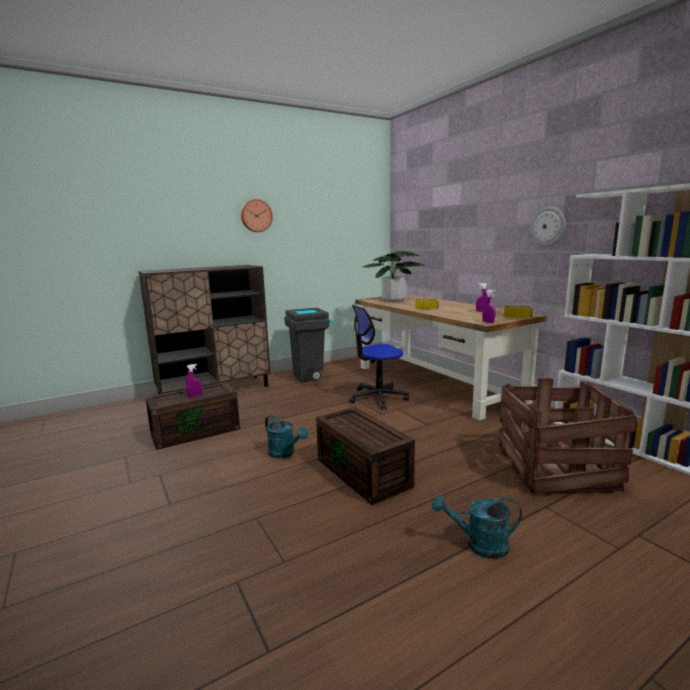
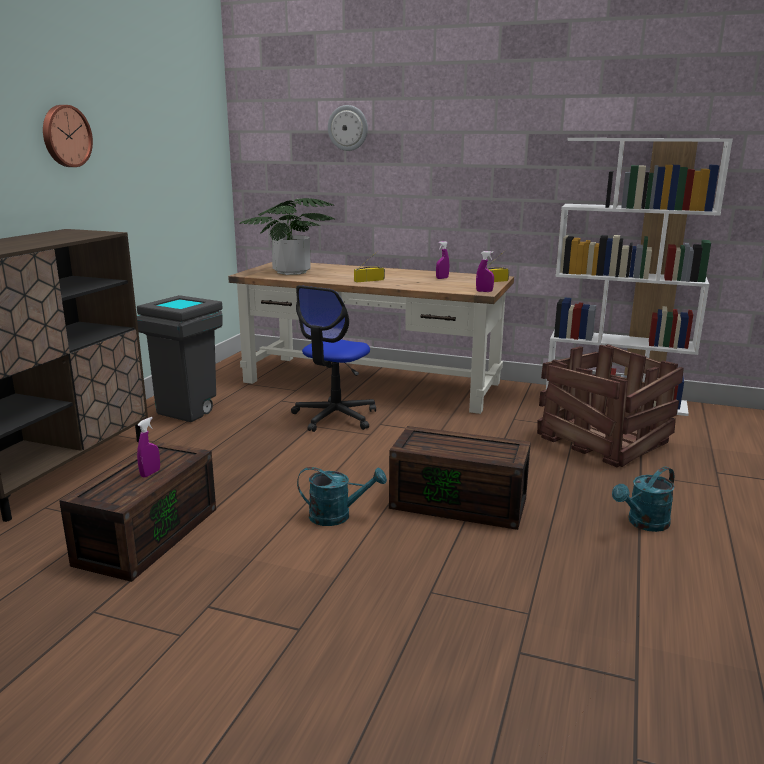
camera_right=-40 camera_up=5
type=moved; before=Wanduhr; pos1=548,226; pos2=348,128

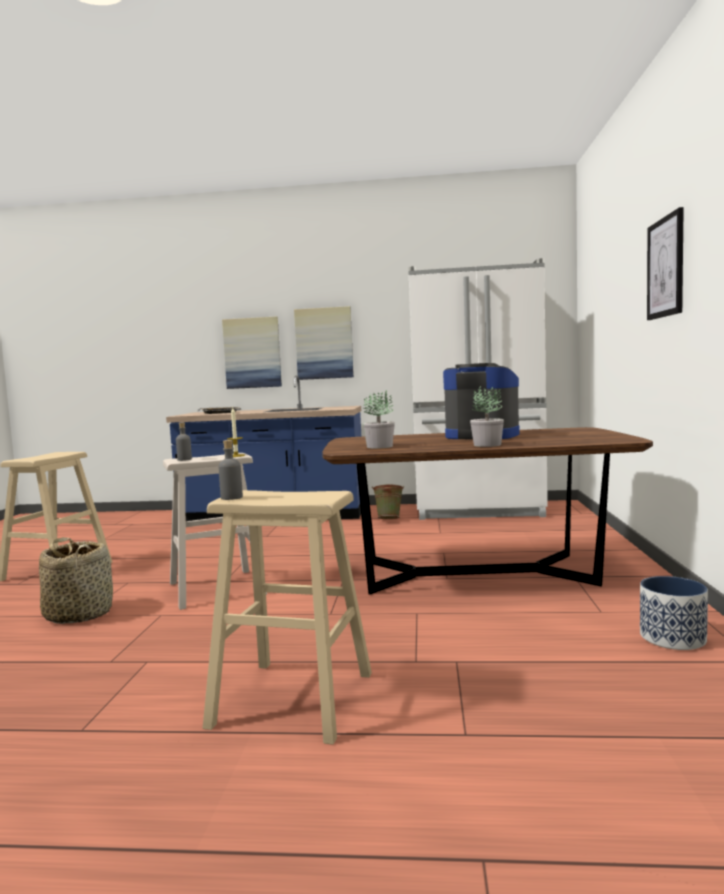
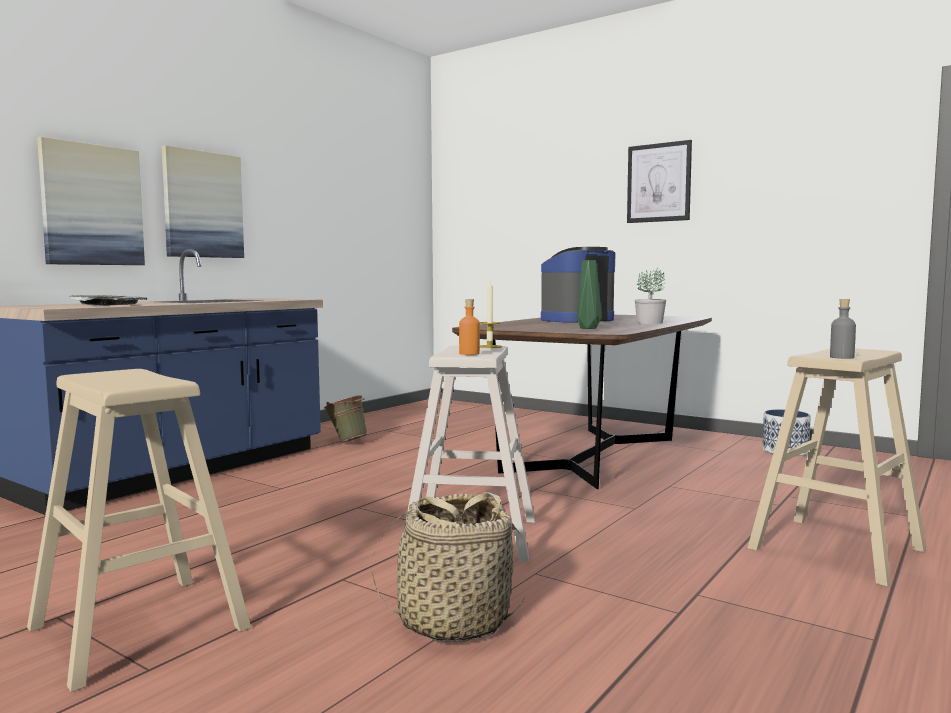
camera_right=-60 camera_up=0
type=recoloured; before=Flasche (grau); after=Flasche (orange); pos1=184,459; pos2=469,353
type=replaced; before=Topfpflanze; after=Vase (grün); pos1=380,446; pos2=589,328
type=removed; before=Kühlschrank (weiß); pos1=479,511

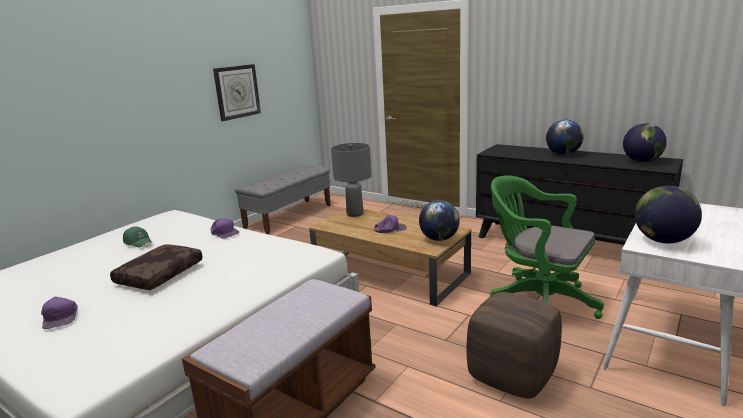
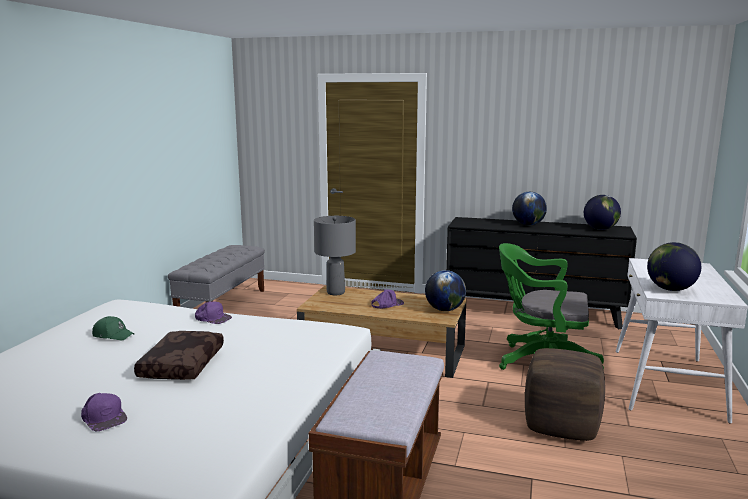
camera_right=-20 camera_up=-5
type=removed; before=Wanduhr; pos1=237,92

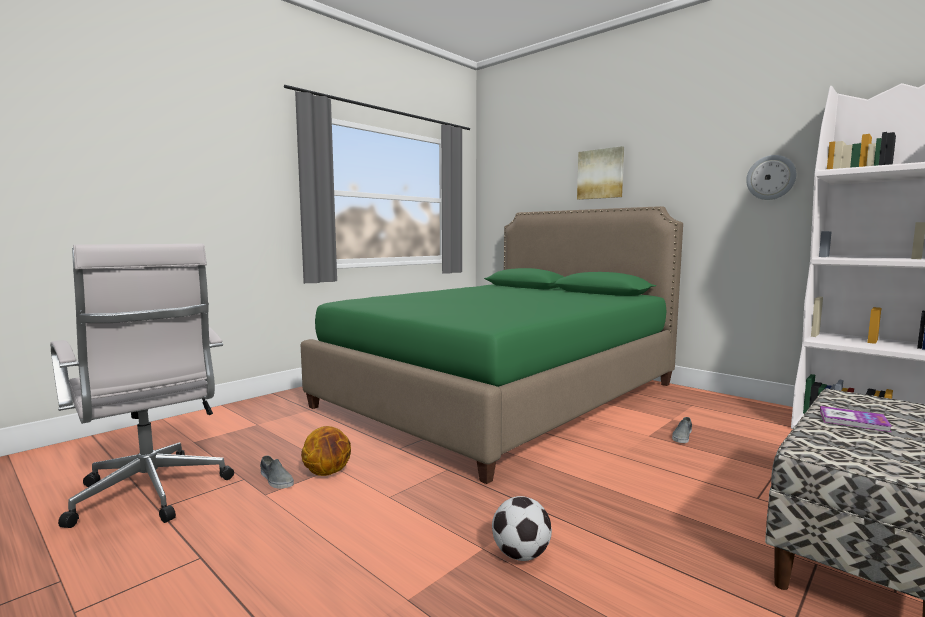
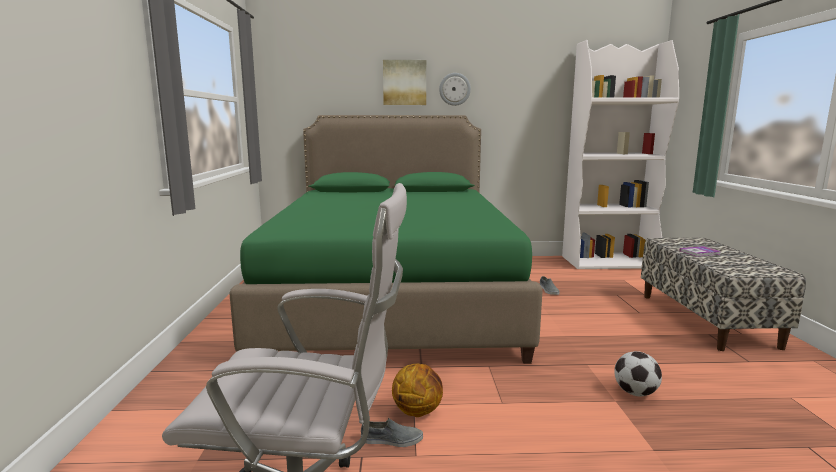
camera_right=-45 camera_up=5
type=moved; before=Wanduhr; pos1=771,177; pos2=454,89

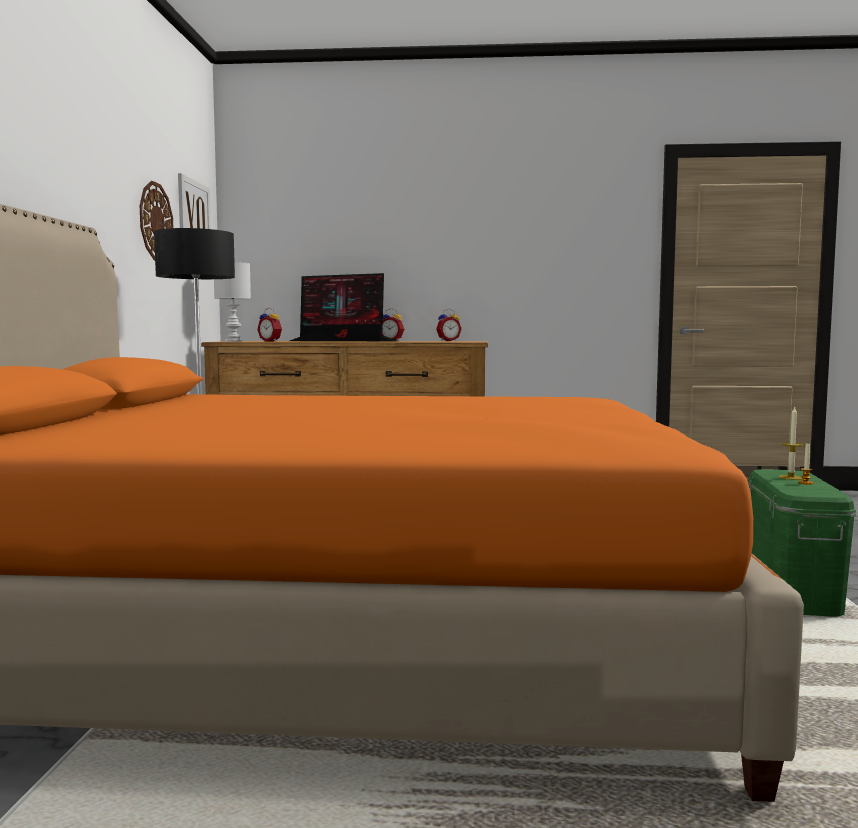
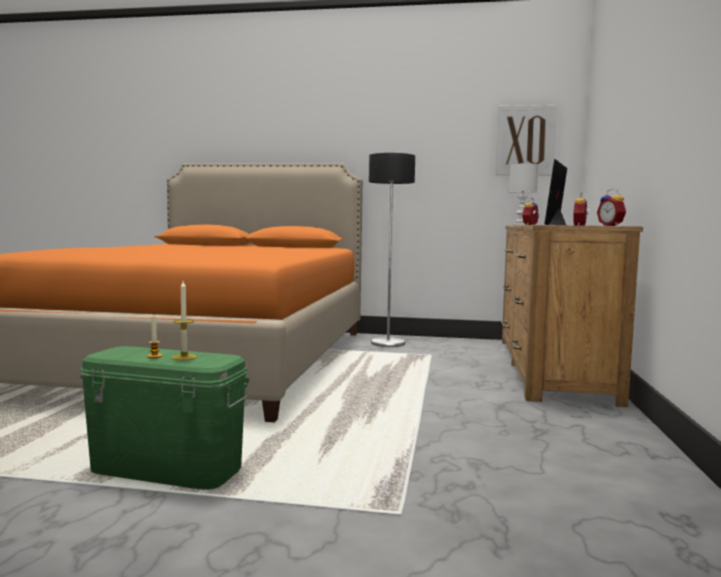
camera_right=95 camera_up=0
type=removed; before=Wanduhr; pos1=155,222

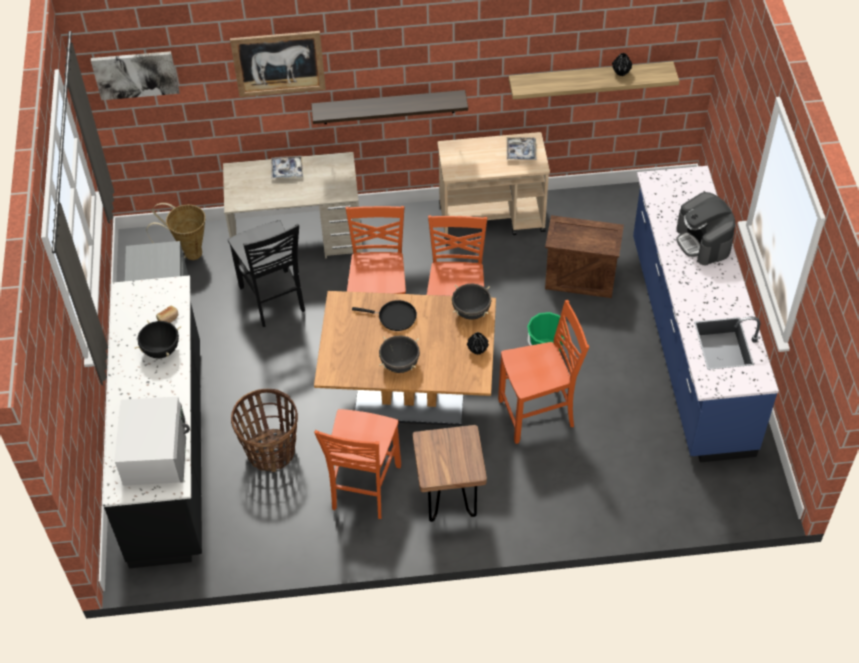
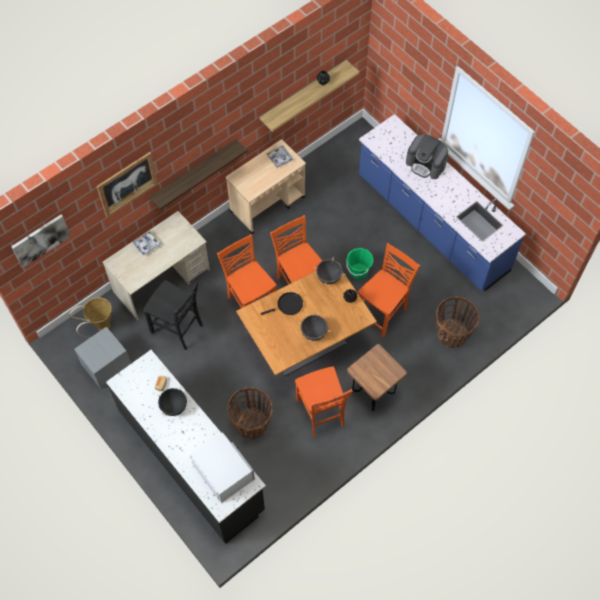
camera_right=-35 camera_up=10
type=added; after=Korb; pos2=452,334
type=removed; before=Kiste; pos1=581,277

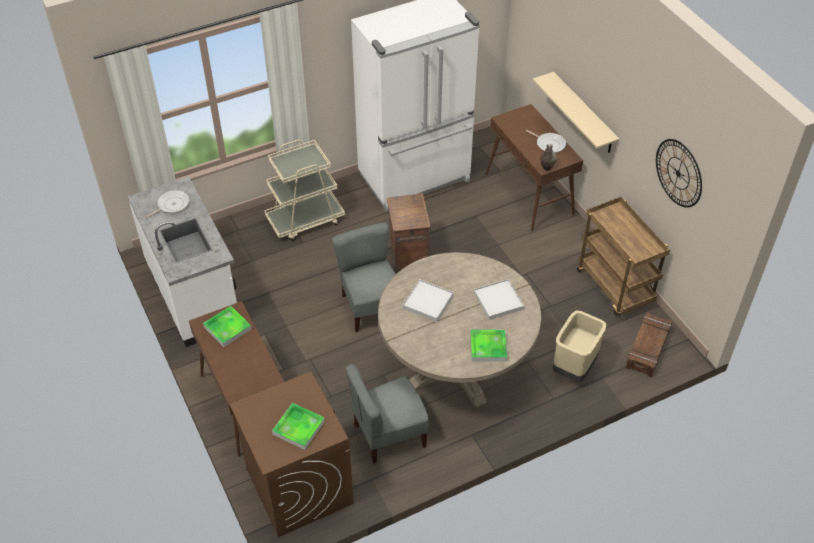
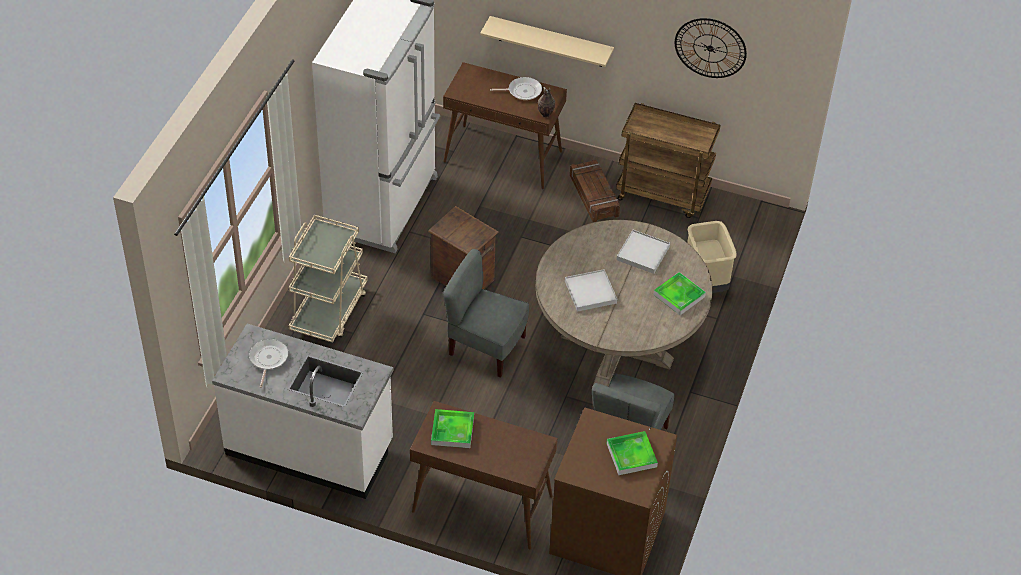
camera_right=-45 camera_up=0
type=moved; before=Kiste; pos1=647,348; pos2=593,196

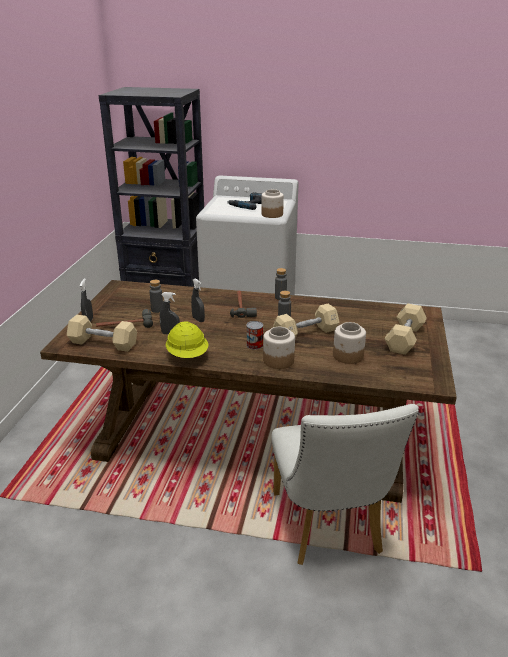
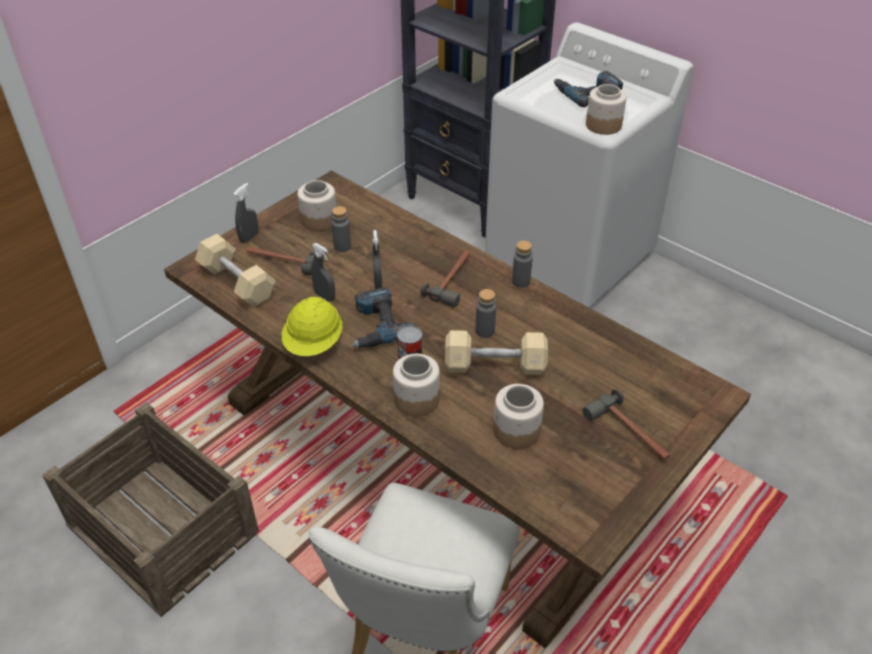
camera_right=30 camera_up=15
type=added; after=Kiste; pos2=163,527
type=added; after=Vorratsglas; pos2=319,220
type=added; after=Bohrmaschine; pos2=376,325
type=replaced; before=Hantel (beige); after=Hammer; pos1=404,338; pos2=629,433

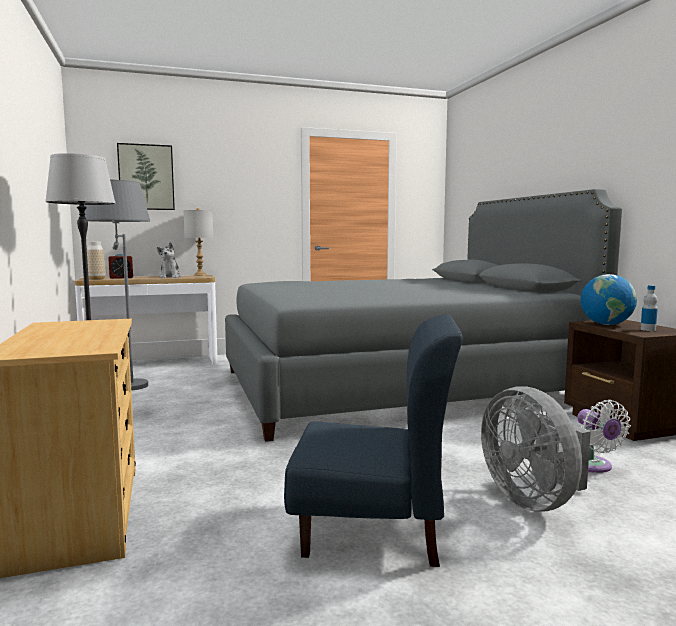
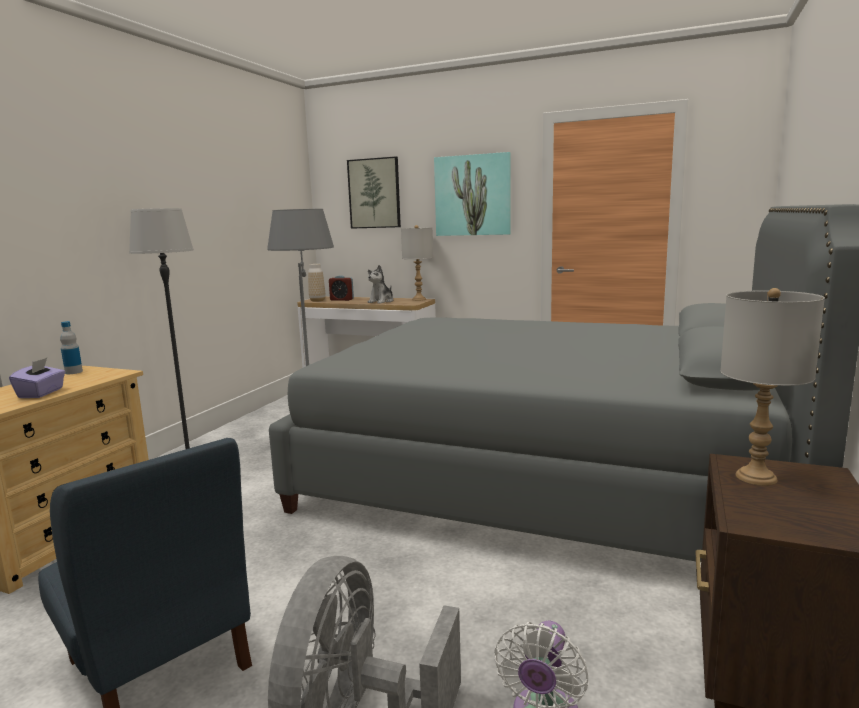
camera_right=40 camera_up=5
type=added; after=Taschentuchbox (lila); pos2=41,393
type=moved; before=Flasche; pos1=648,329; pos2=74,372
type=added; after=Bild; pos2=472,195
type=replaced; before=Globus; after=Tischlampe (grau); pos1=606,324; pos2=756,477

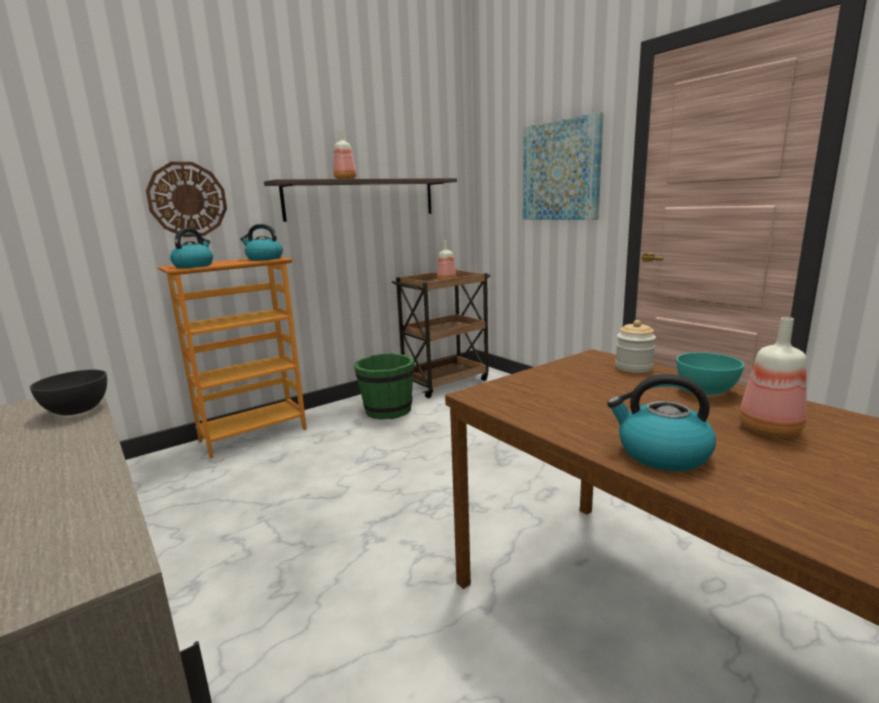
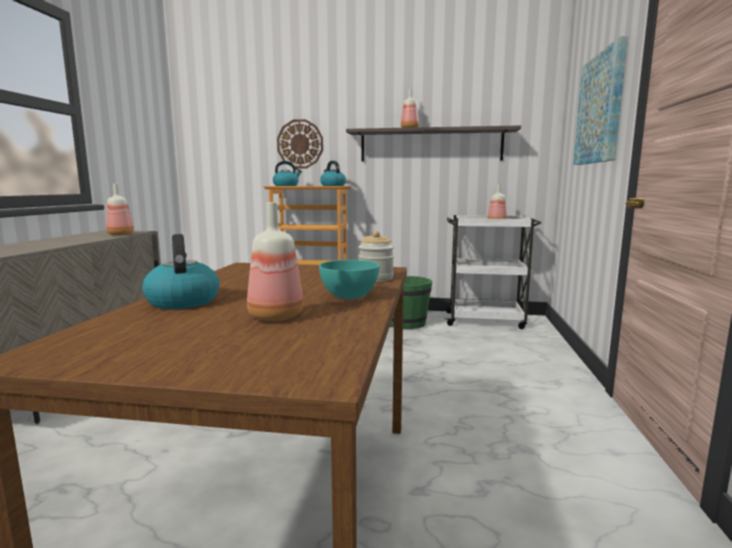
camera_right=45 camera_up=-5
type=replaced; before=Schüssel (grau); after=Flasche; pos1=78,411; pos2=121,234
type=recoloured; before=Rollwagen (braun); after=Rollwagen (weiß); pos1=445,382; pos2=486,320

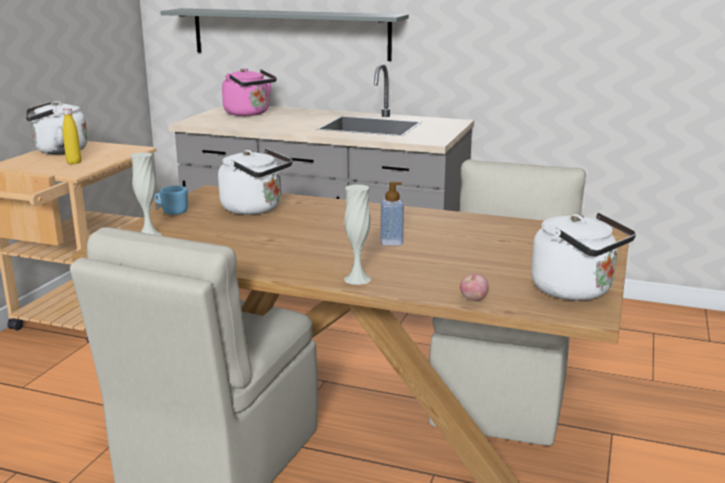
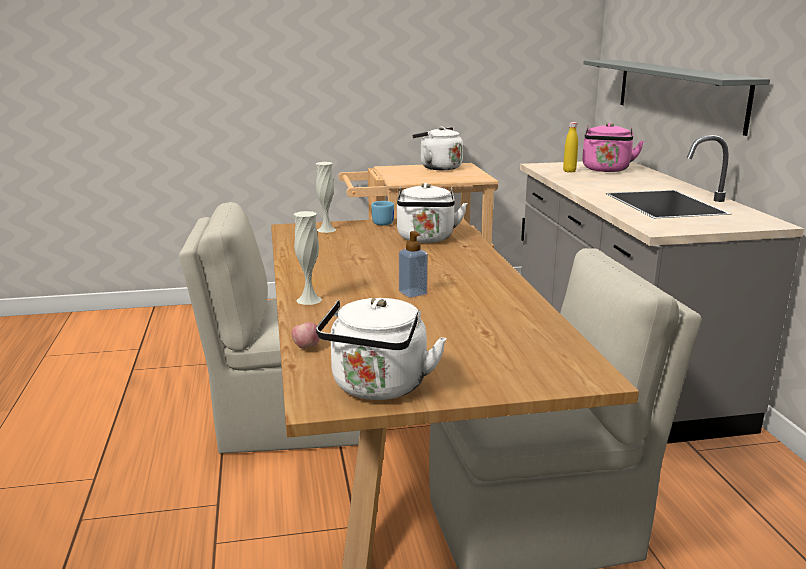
camera_right=60 camera_up=0
type=moved; before=Flasche (gelb); pos1=74,163; pos2=569,171

